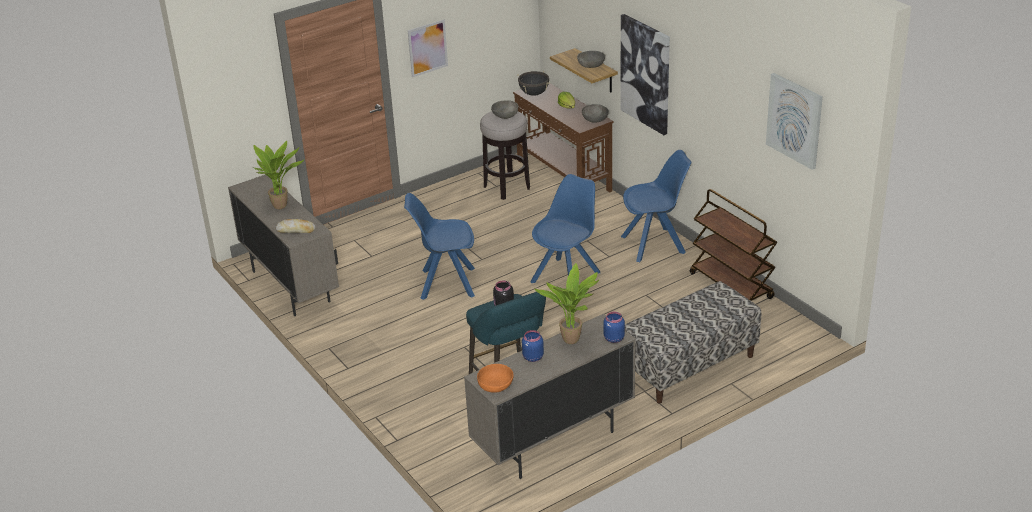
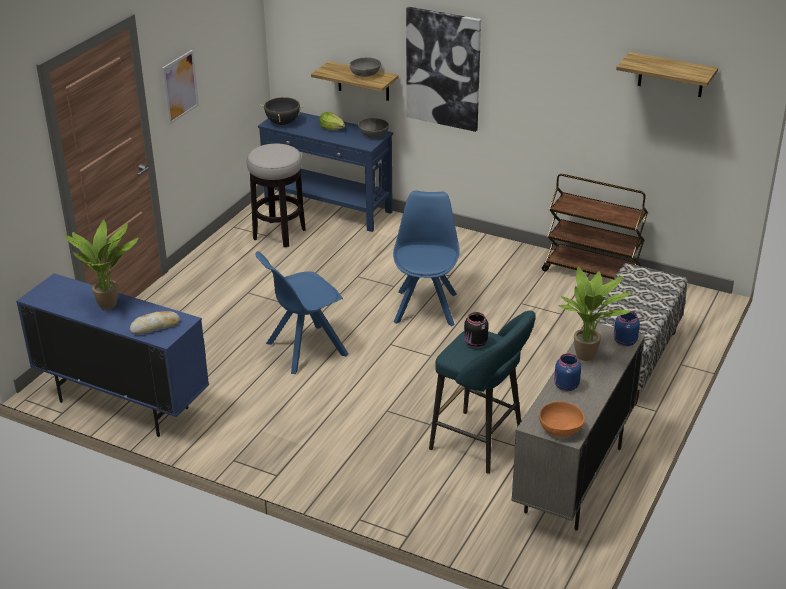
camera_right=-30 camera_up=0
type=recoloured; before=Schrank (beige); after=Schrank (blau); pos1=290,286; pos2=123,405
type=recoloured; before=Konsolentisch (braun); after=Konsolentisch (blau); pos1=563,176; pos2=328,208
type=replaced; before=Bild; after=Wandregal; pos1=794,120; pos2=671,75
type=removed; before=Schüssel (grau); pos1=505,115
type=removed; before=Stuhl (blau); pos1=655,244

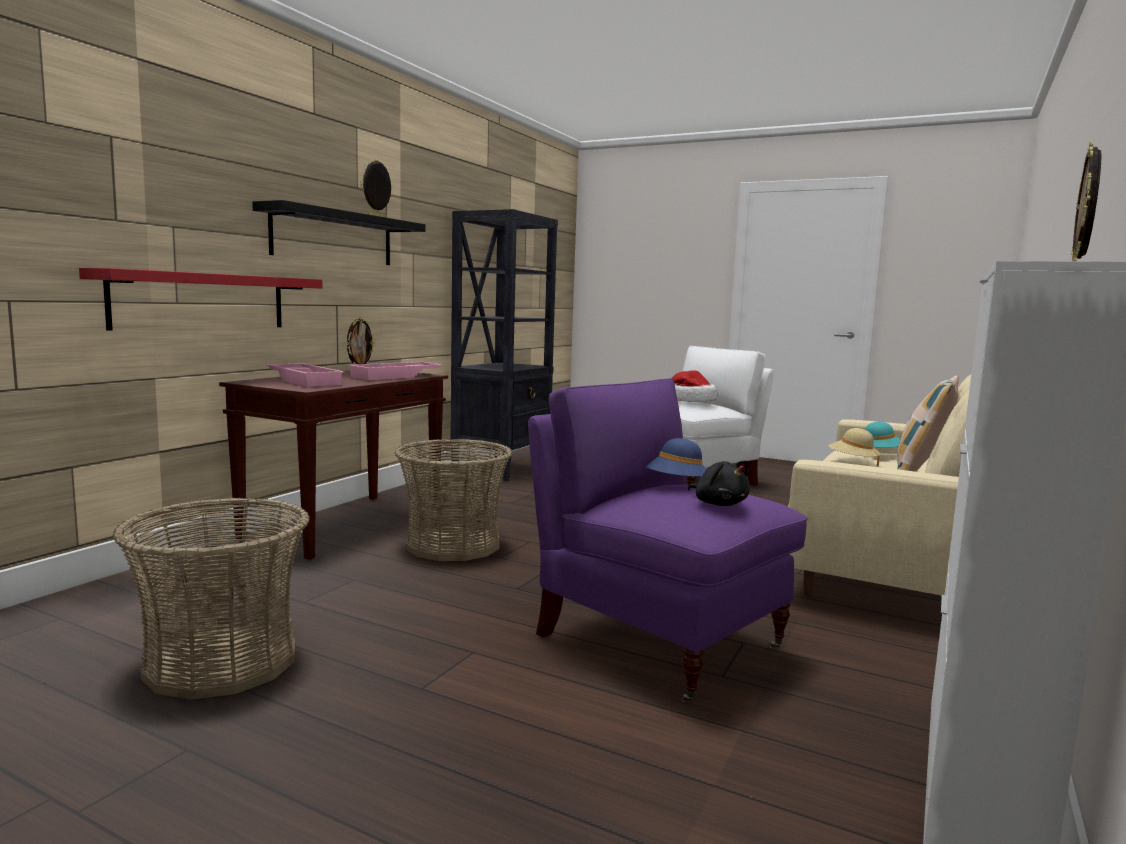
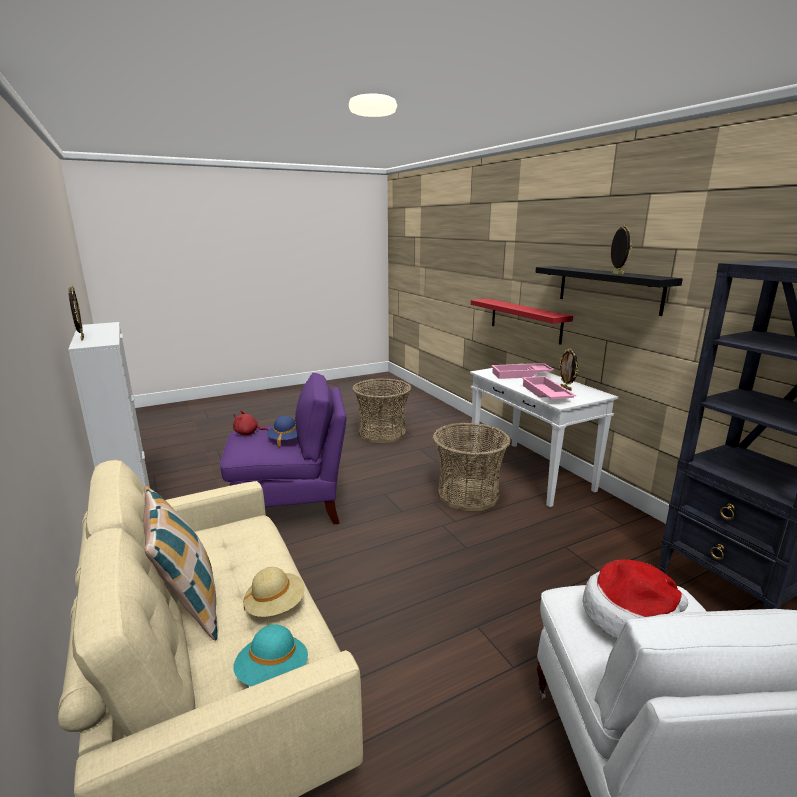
camera_right=125 camera_up=10
type=recoloured; before=Plüschtier (schwarz); after=Plüschtier (rot); pos1=719,504; pos2=248,433
type=recoloured; before=Konsolentisch (braun); after=Konsolentisch (weiß); pos1=346,525; pos2=531,473

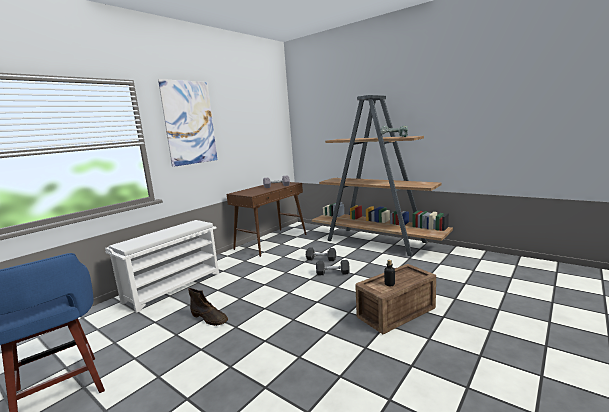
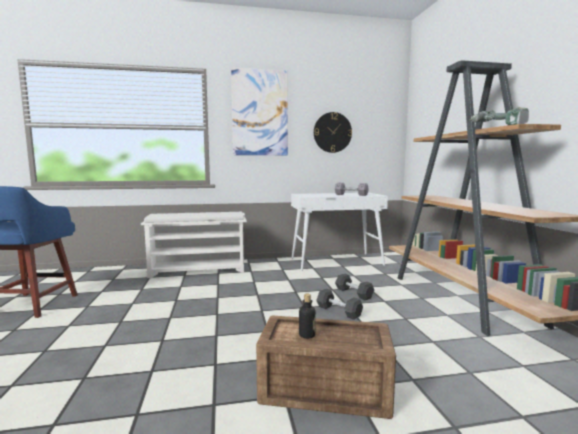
camera_right=40 camera_up=-5
type=recoloured; before=Konsolentisch (braun); after=Konsolentisch (weiß); pos1=271,242; pos2=336,261
type=added; after=Wanduhr; pos2=332,132
type=removed; before=Stiefel (braun); pos1=209,318

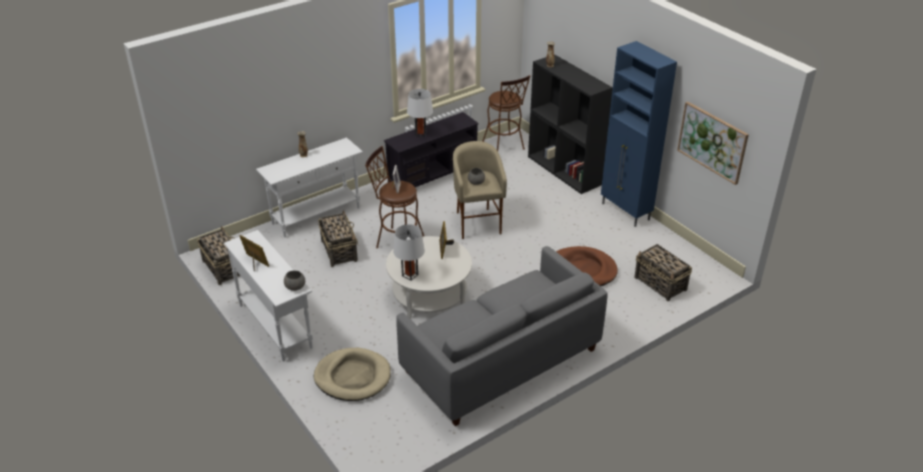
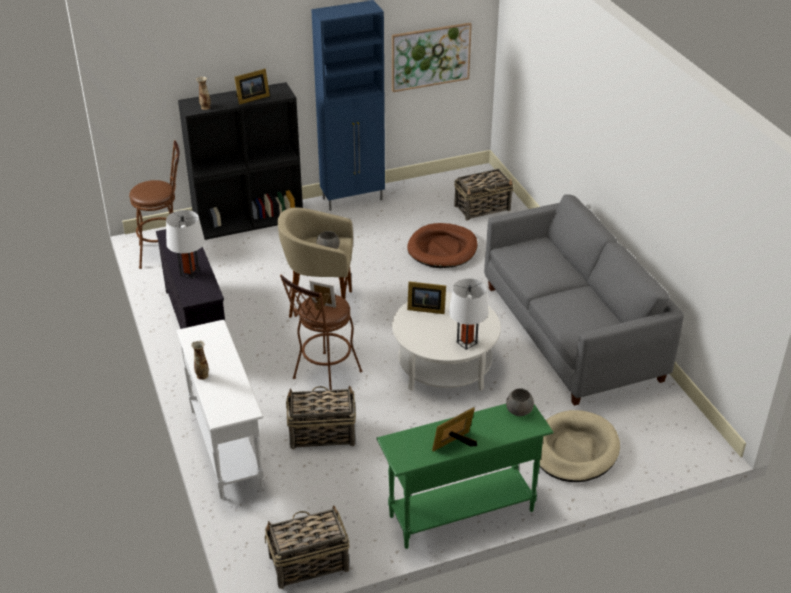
camera_right=-75 camera_up=0
type=added; after=Bilderrahmen; pos2=251,98
type=recoloured; before=Konsolentisch (weiß); after=Konsolentisch (grün); pos1=275,326; pos2=460,513

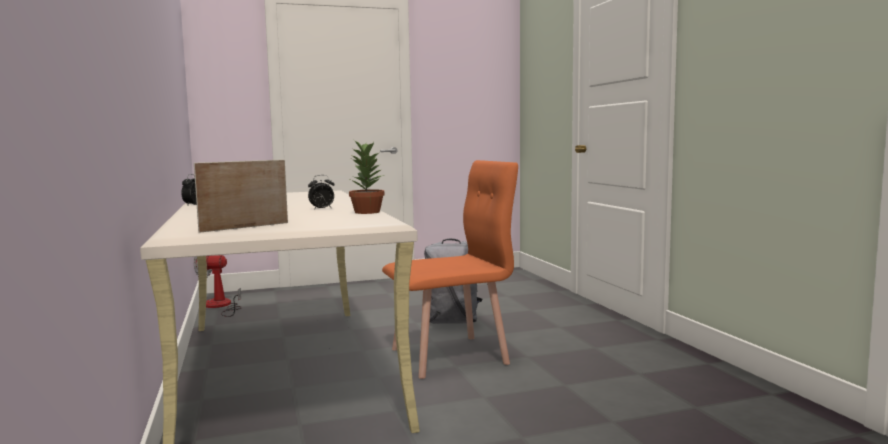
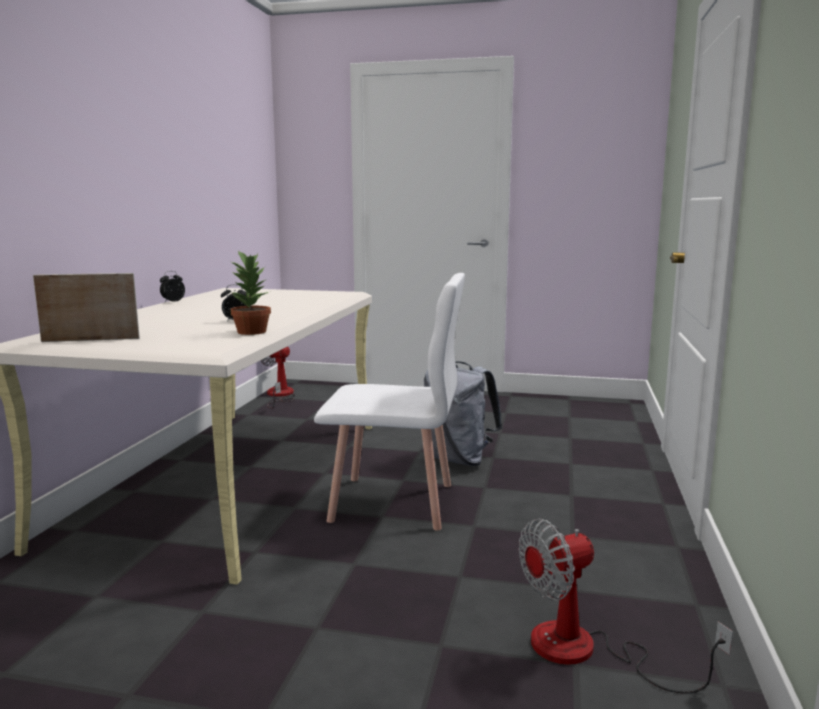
camera_right=30 camera_up=5
type=recoloured; before=Stuhl (orange); after=Stuhl (weiß); pos1=450,356; pos2=394,503
type=added; after=Ventilator; pos2=586,651

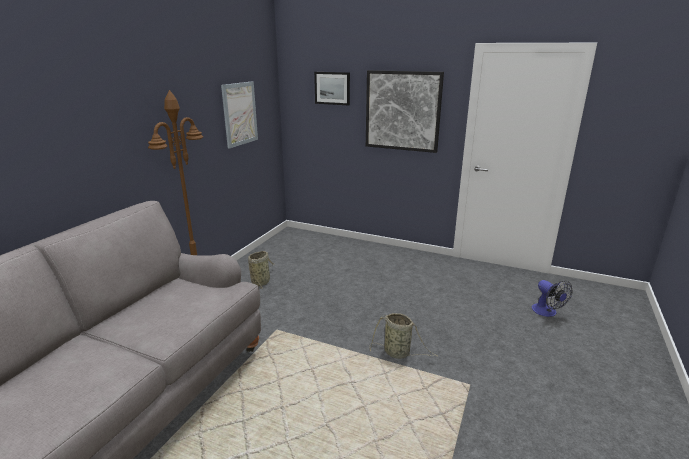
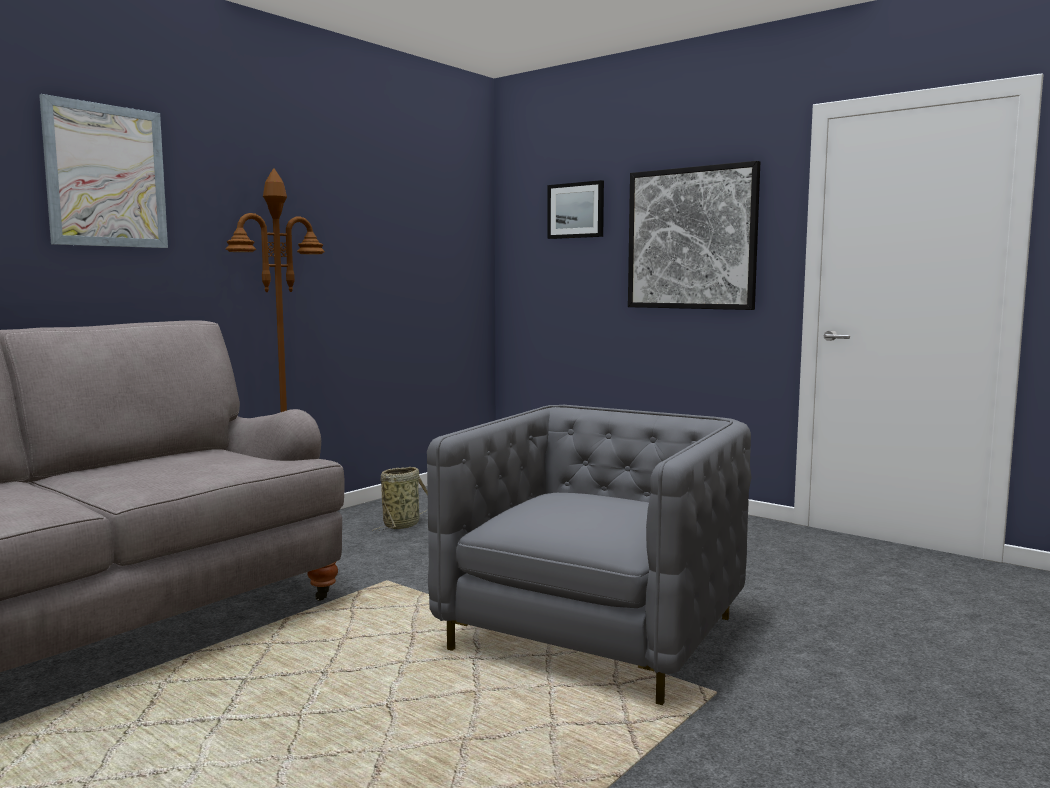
camera_right=15 camera_up=-15
type=moved; before=Bild; pos1=240,114; pos2=106,176
type=replaced; before=Korb; after=Sessel (grau); pos1=398,353; pos2=595,634
type=removed; before=Ventilator; pos1=547,312

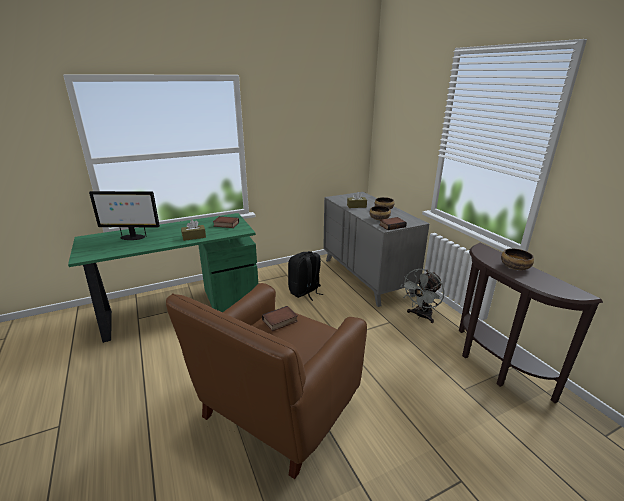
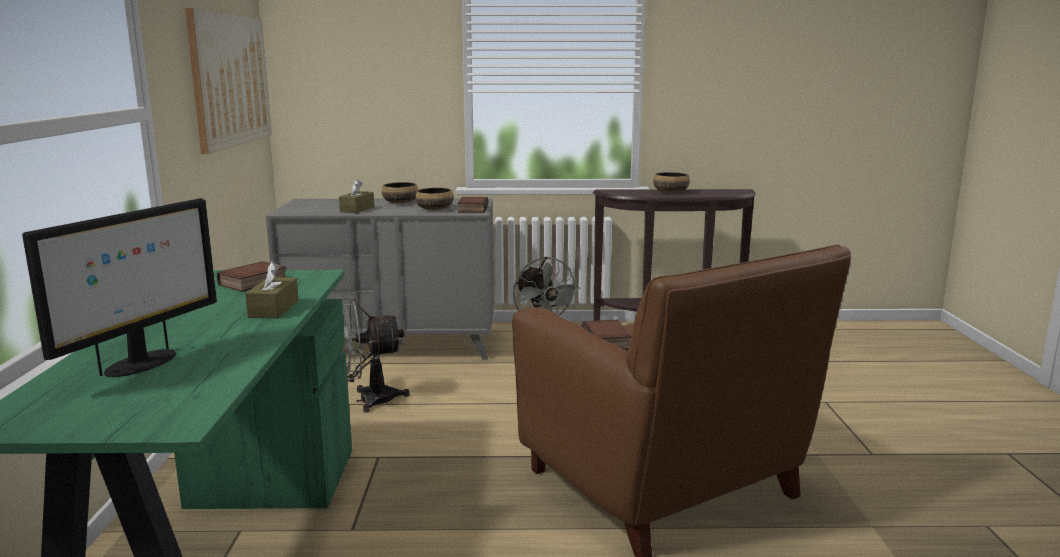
camera_right=-65 camera_up=-10
type=added; after=Bild; pos2=230,79
type=replaced; before=Rucksack (schwarz); after=Ventilator (grau); pos1=305,292; pos2=367,400

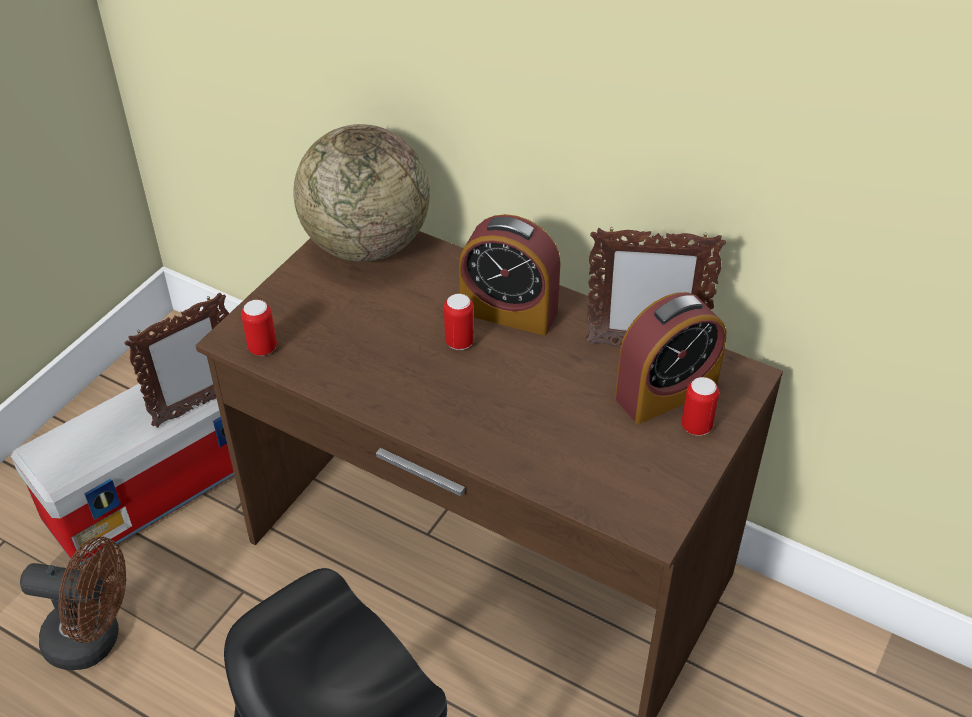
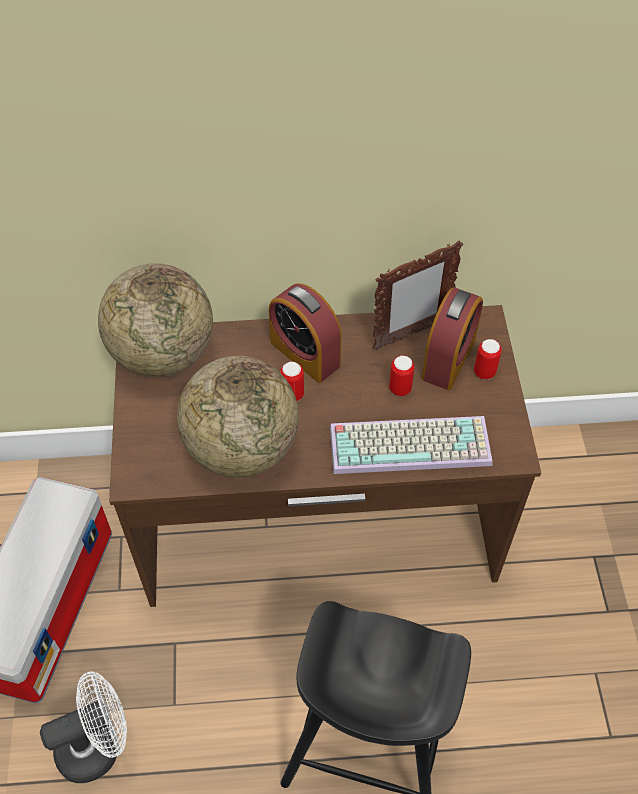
camera_right=-35 camera_up=10
type=recoloured; before=Ventilator (braun); after=Ventilator (weiß); pos1=94,640; pos2=98,745
type=added; after=Globus; pos2=241,448
type=turned; before=Wecker; pos1=509,311; pos2=305,354; turn=60
type=added; after=Tastatur; pos2=411,443
type=moved; before=Dose; pos1=262,348; pos2=400,388
type=removed; before=Bilderrahmen; pos1=197,406

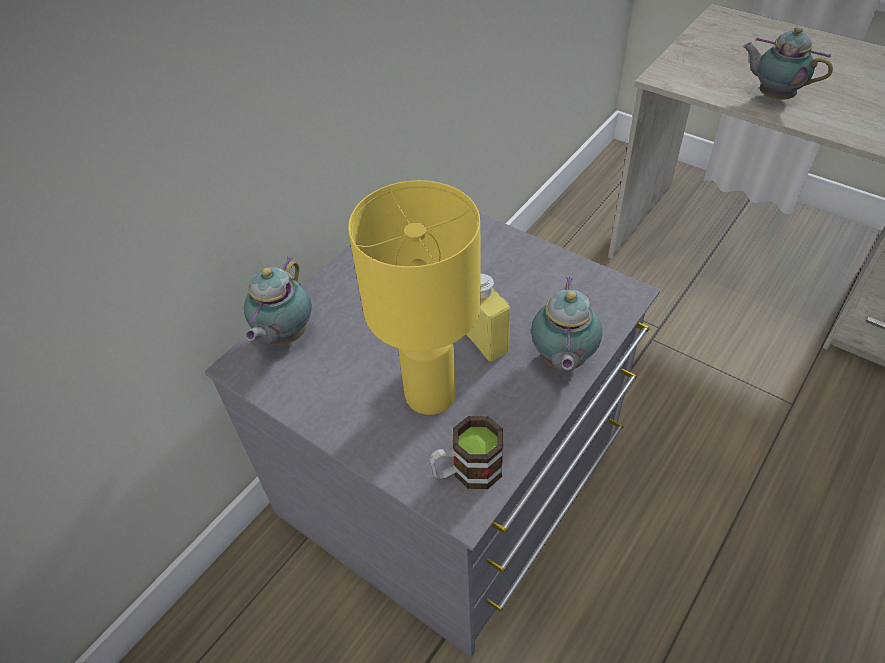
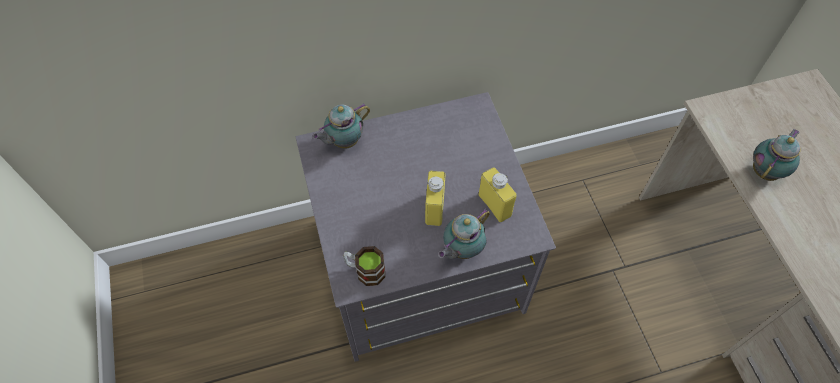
camera_right=35 camera_up=10
type=added; after=Flasche (gelb); pos2=494,205
type=turned; before=Teekanne; pos1=773,96; pos2=766,171; turn=60
type=removed; before=Tischlampe (gelb); pos1=429,395

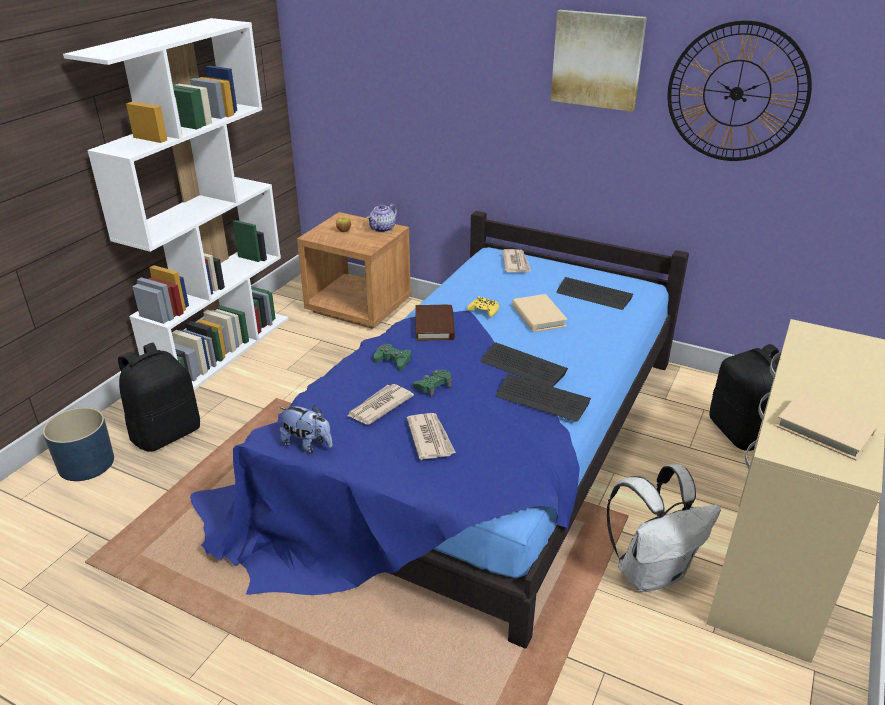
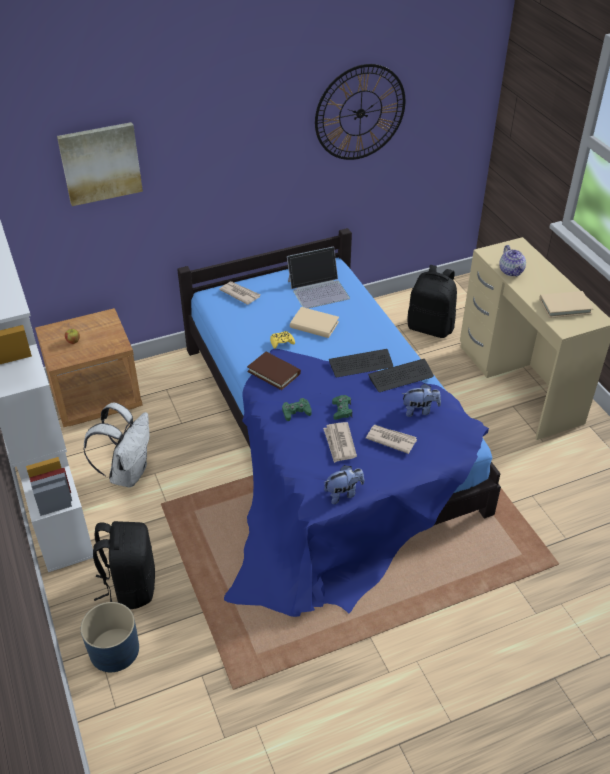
camera_right=-50 camera_up=10
type=moved; before=Bild; pos1=597,60; pos2=100,163
type=moved; before=Rucksack (weiß); pos1=651,572; pos2=128,473
type=replaced; before=Tastatur; after=Laptop; pos1=593,295; pos2=318,289
type=added; after=Plüschtier; pos2=419,410
type=moved; before=Teekanne; pos1=382,229; pos2=511,271

